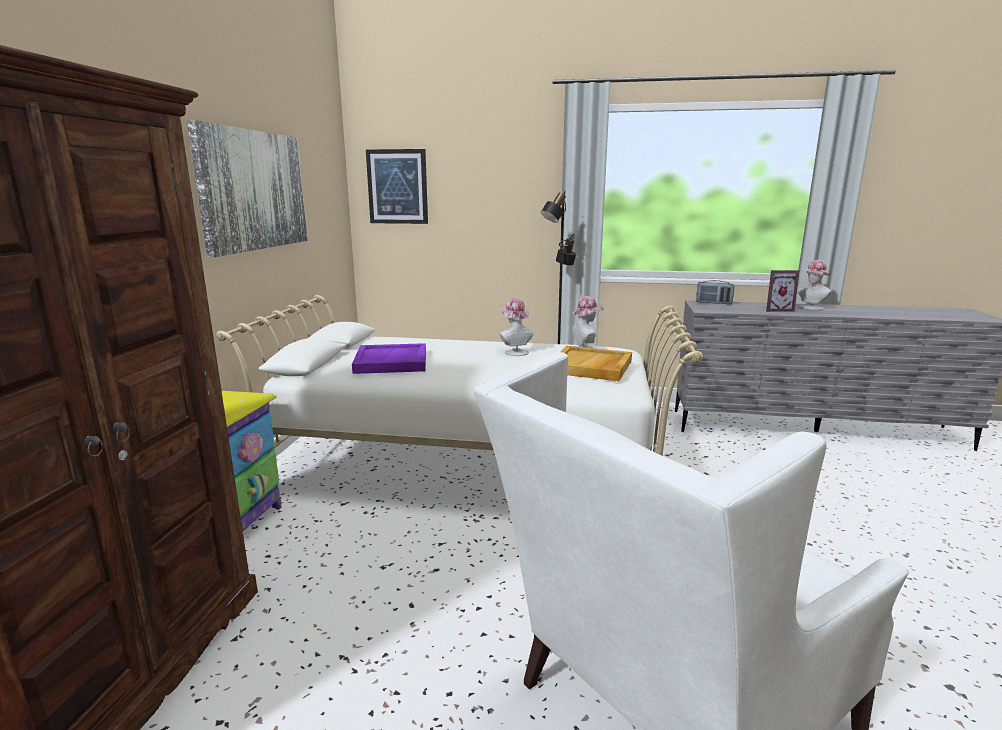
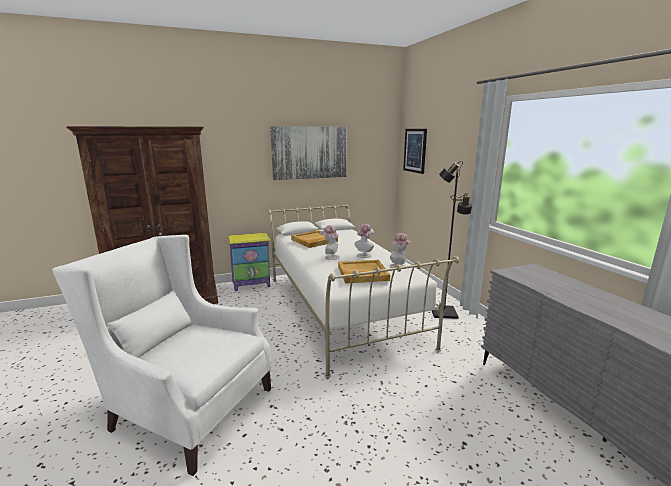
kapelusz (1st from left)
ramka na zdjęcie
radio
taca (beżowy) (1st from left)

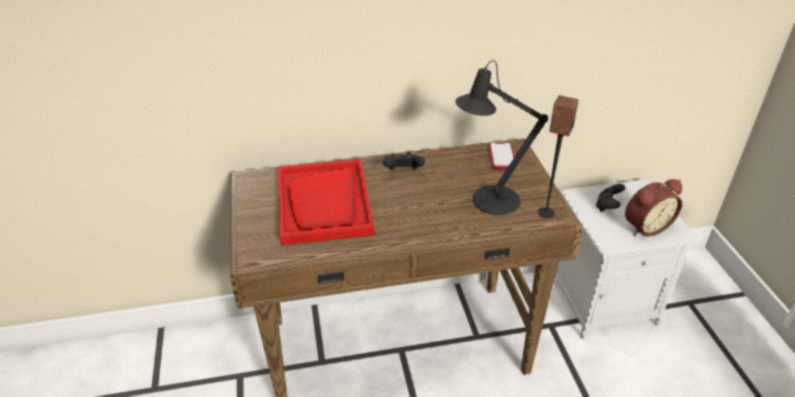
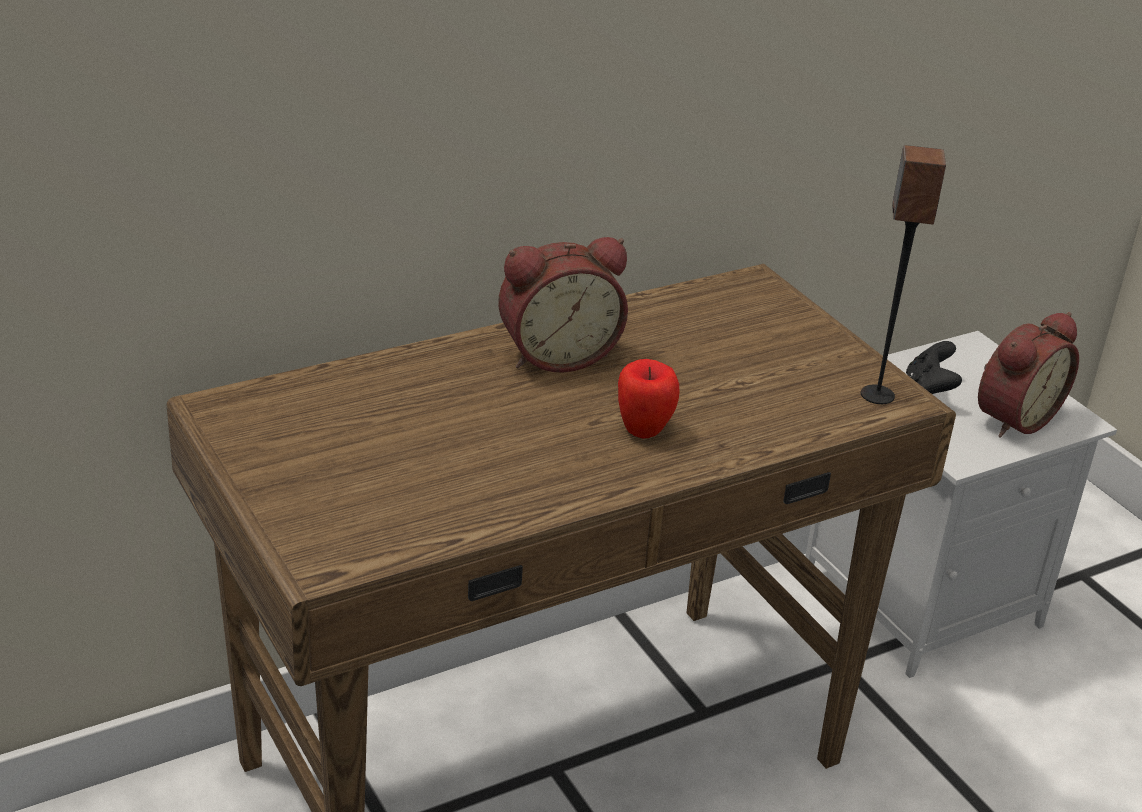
lampa stołowa (czarny)
telefon
budzik (1st from left)
taca (czerwony)
jabłko

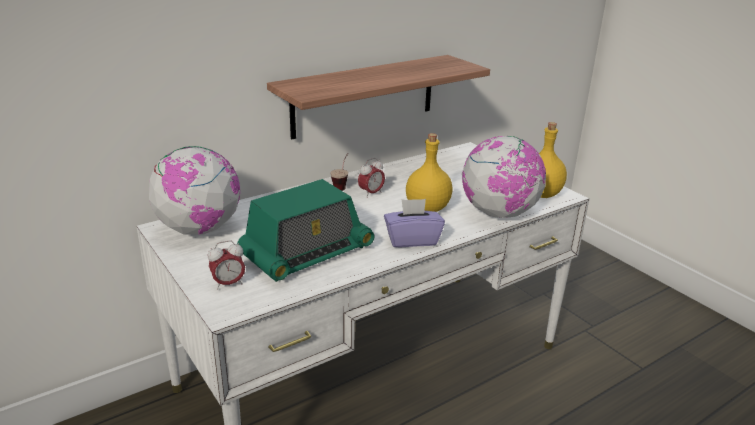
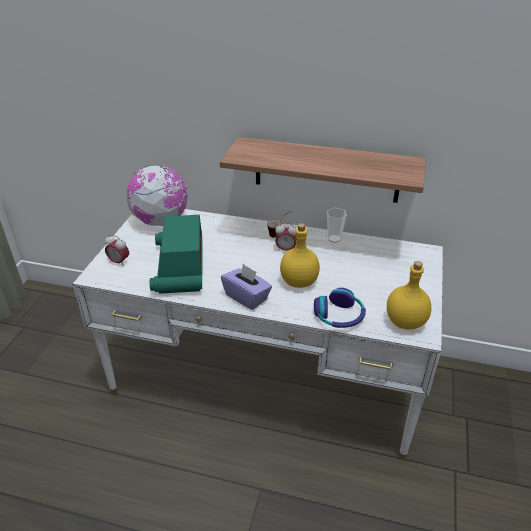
słuchawki
radio
filiżanka (2nd from left)

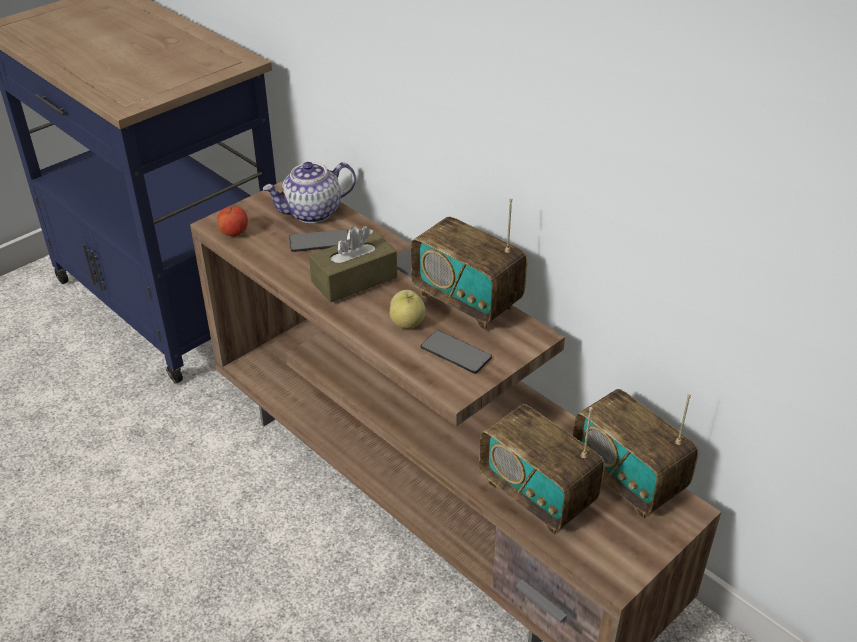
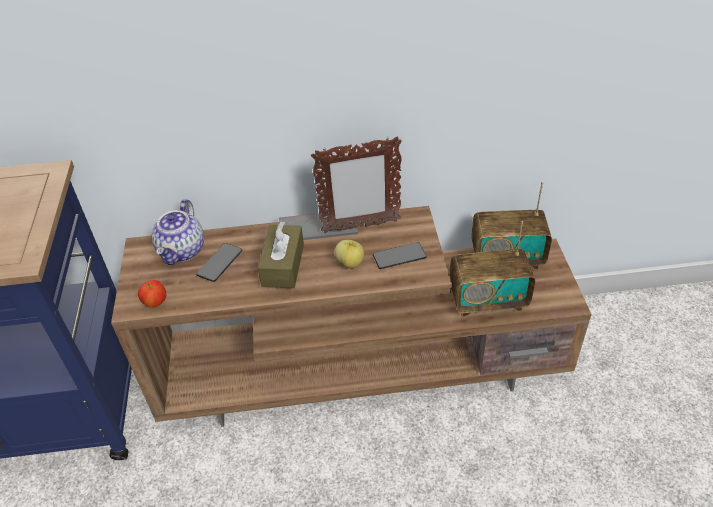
ramka na zdjęcie

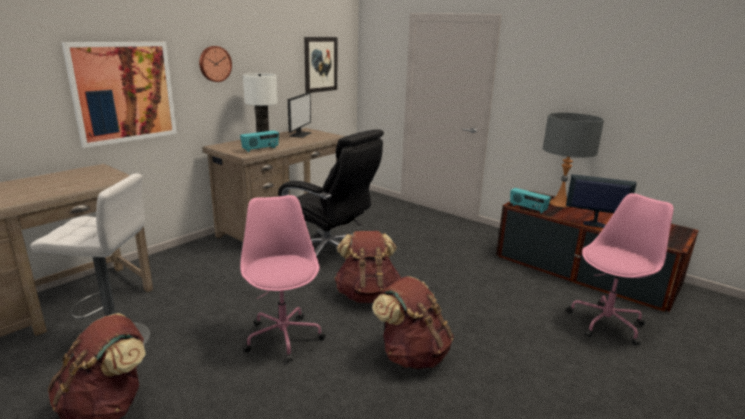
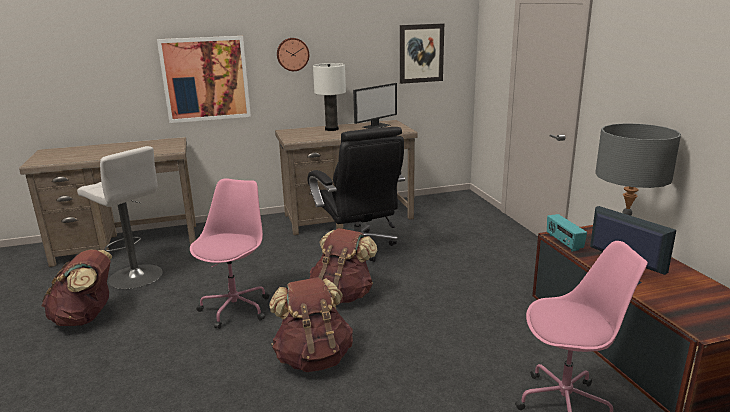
radio (1st from left in the first image)

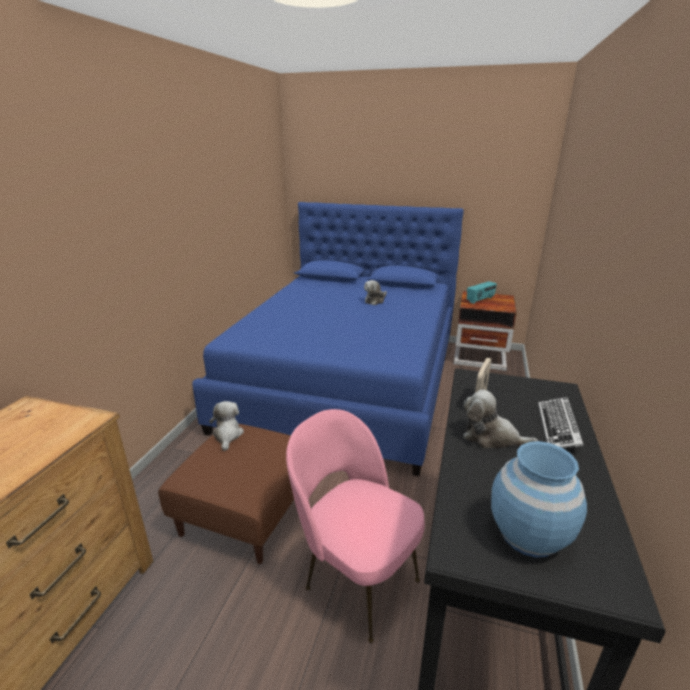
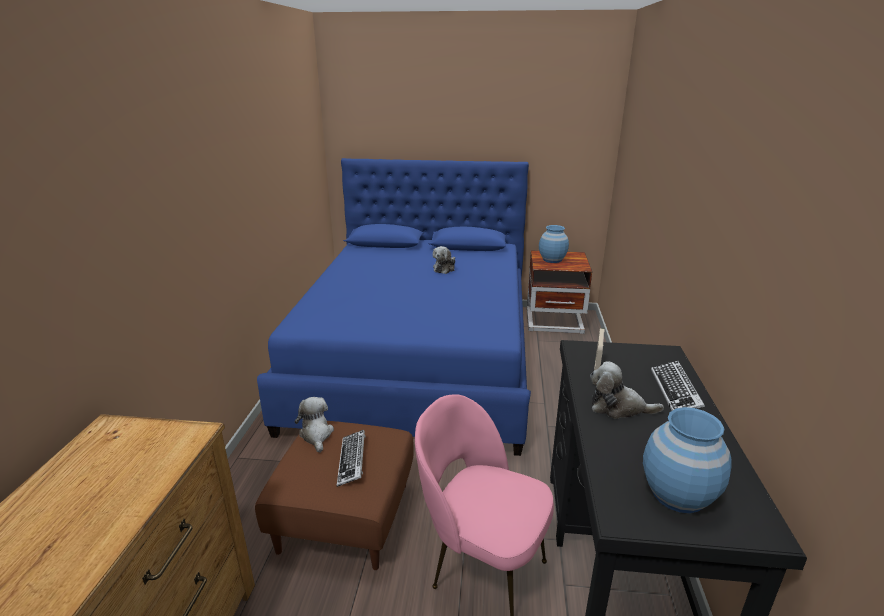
wazon (niebieski) (1st from left)
klawiatura (1st from left)

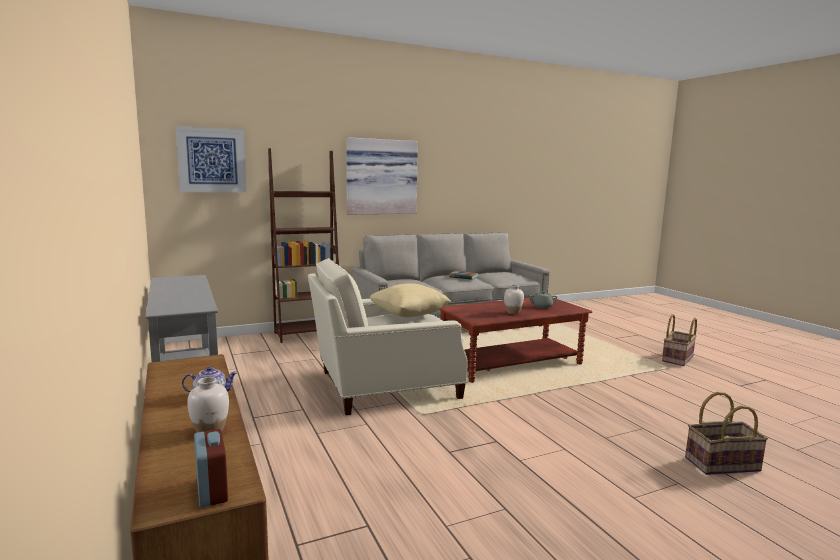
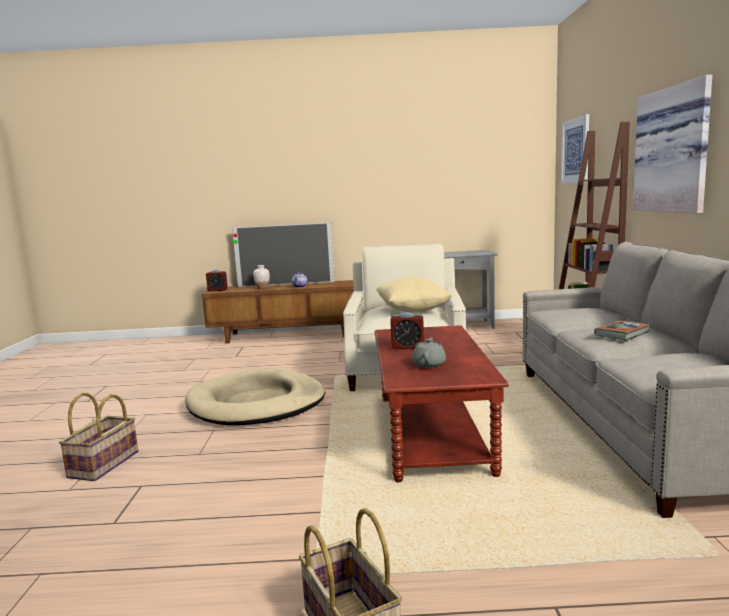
budzik (2nd from left)
telewizor
legowisko (beżowy)

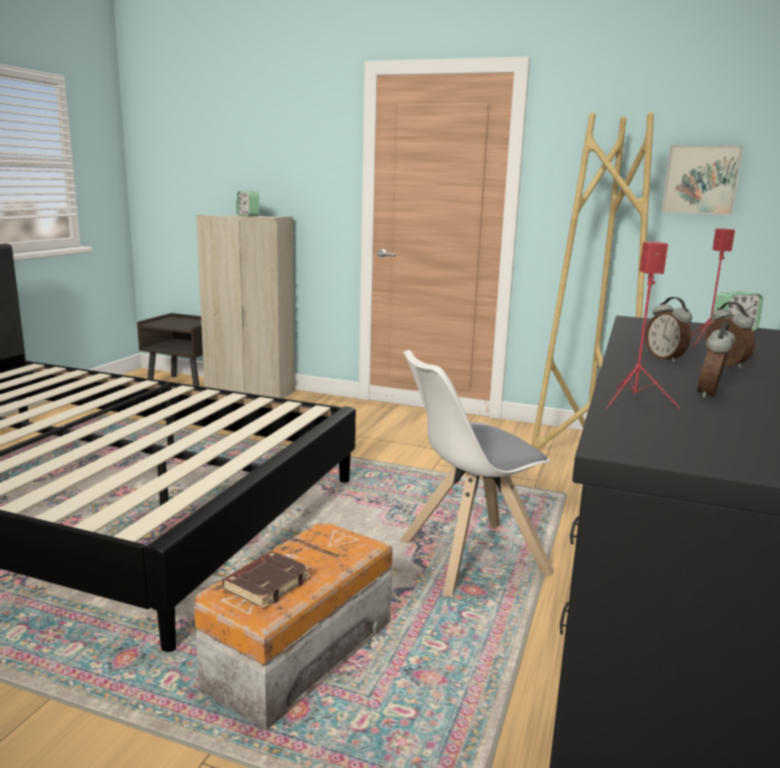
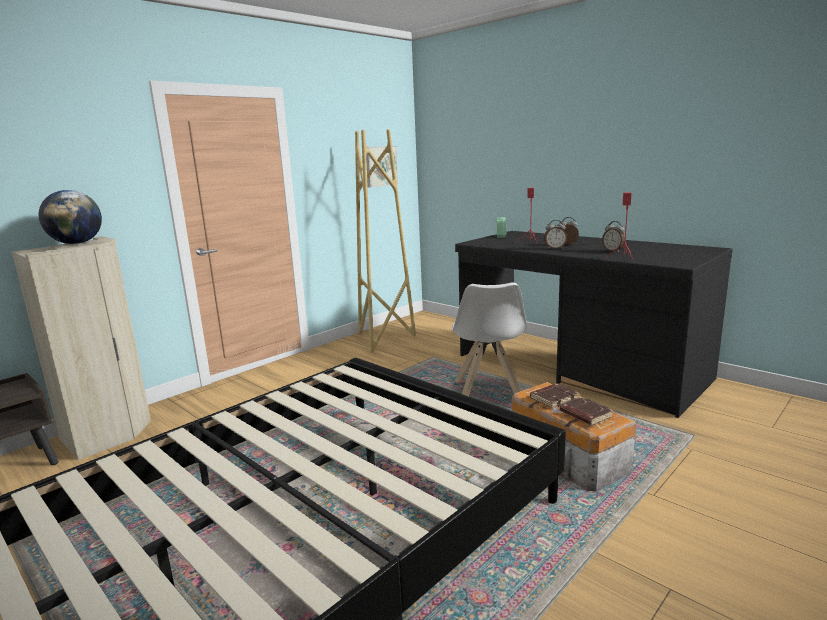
globus
książka (brązowy) (1st from left)

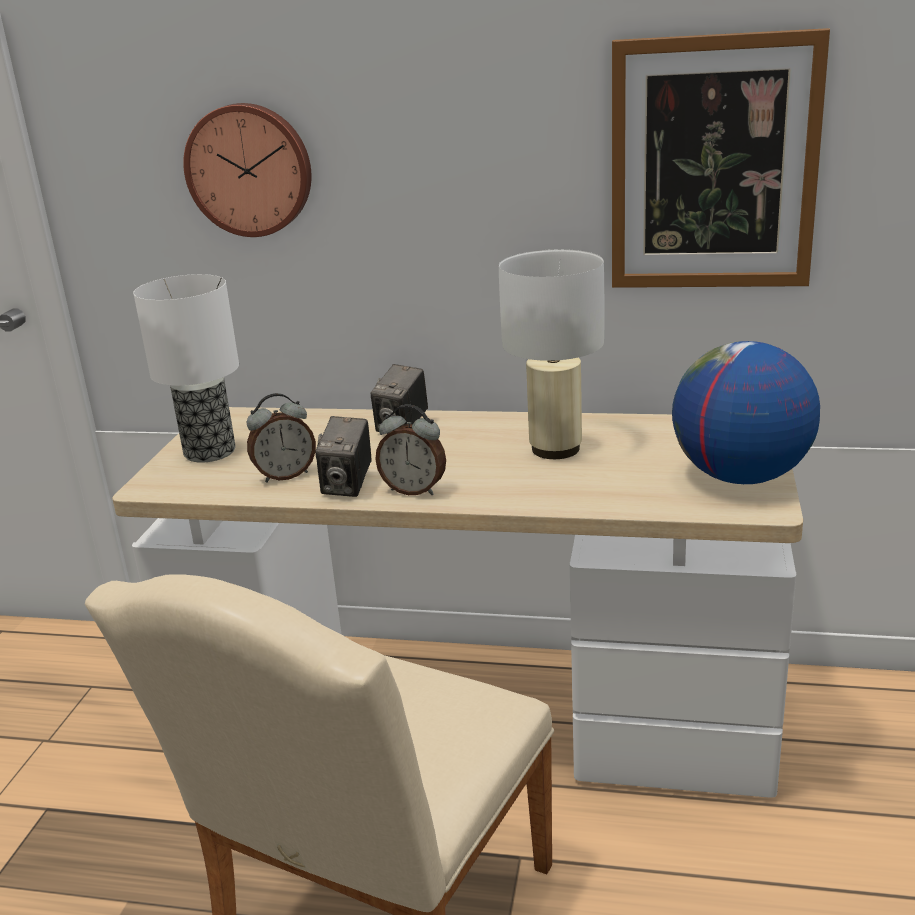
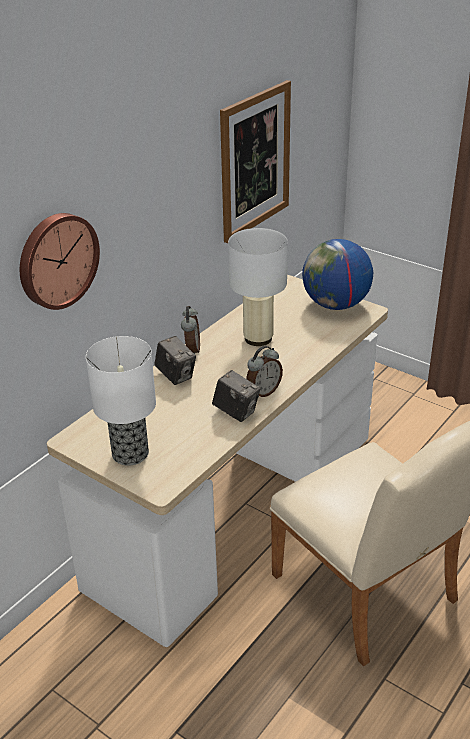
budzik (1st from left)

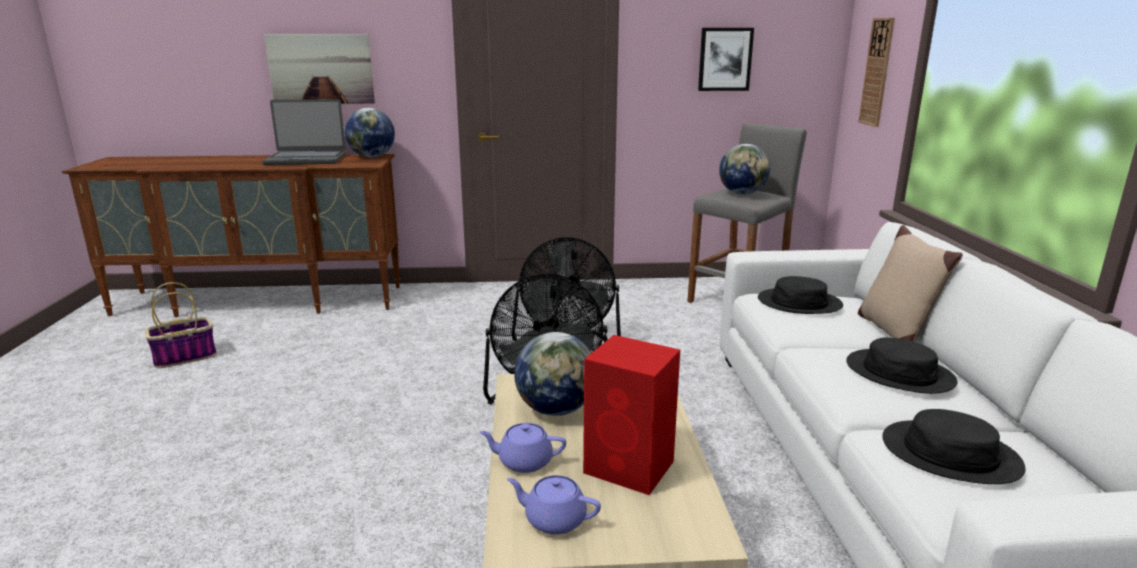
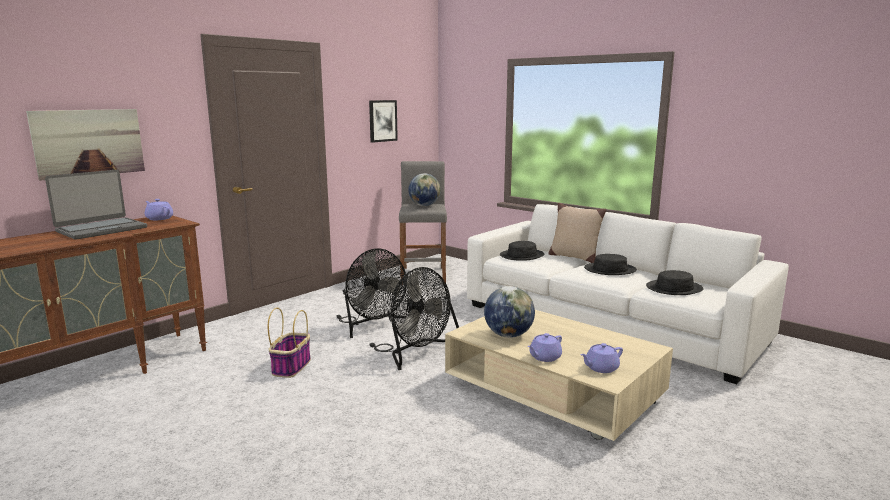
zegar ścienny
imbryk (fioletowy) (1st from left)
koszyk
głośnik (czerwony)

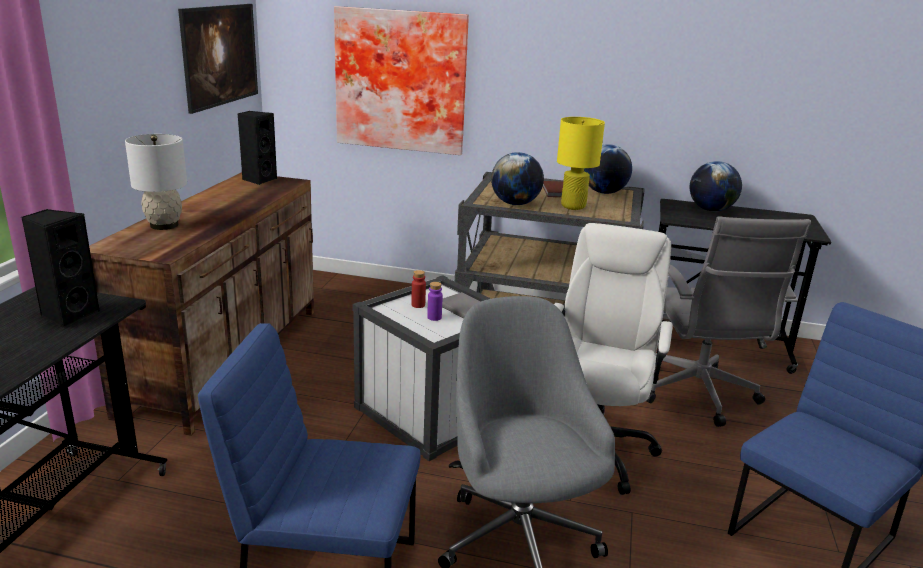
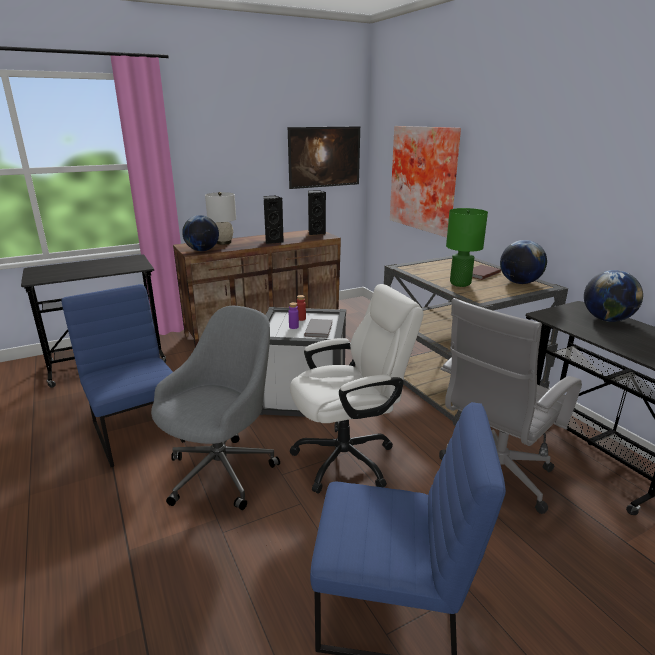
lampa stołowa (zielony)
globus (1st from left)
głośnik (czarny) (1st from left)

